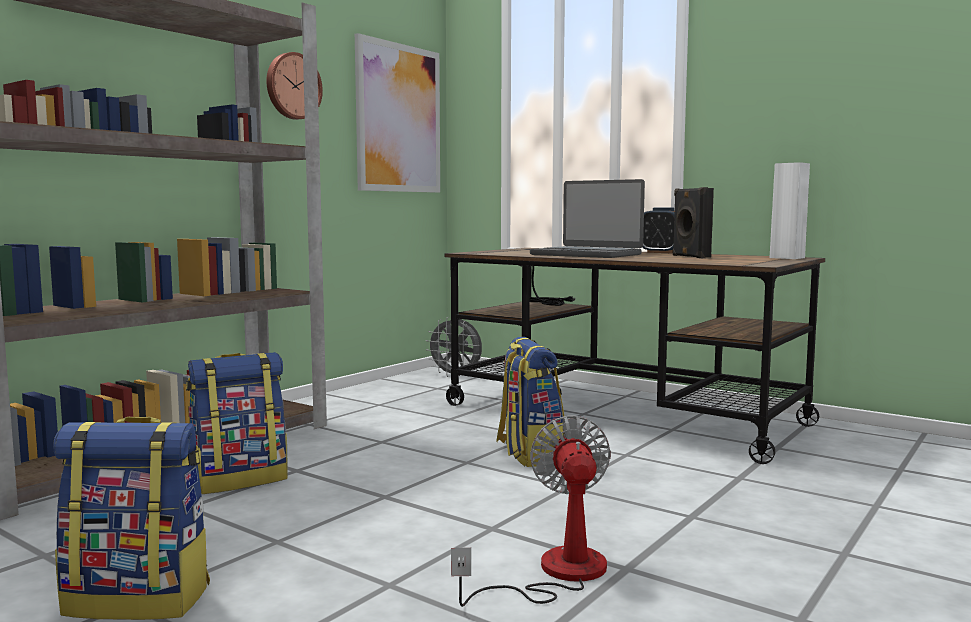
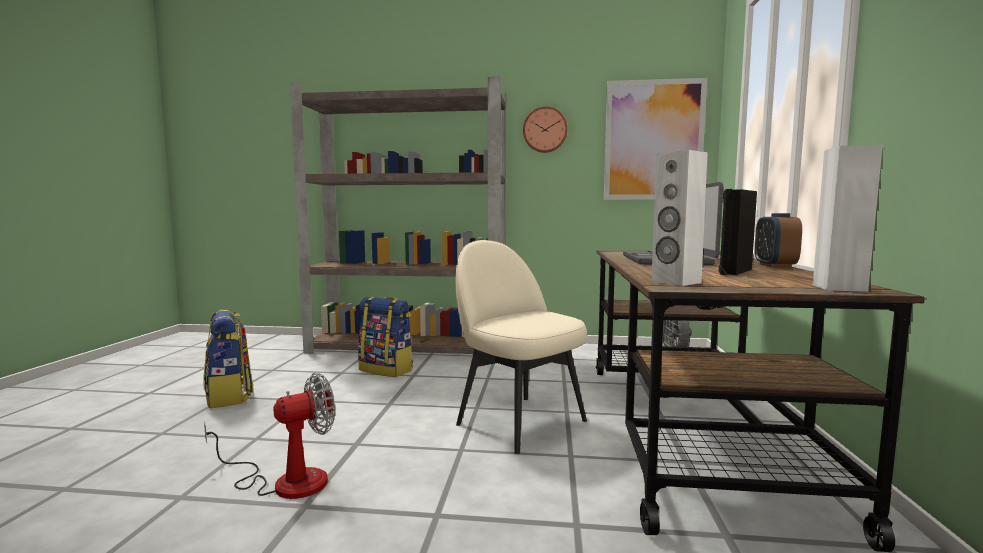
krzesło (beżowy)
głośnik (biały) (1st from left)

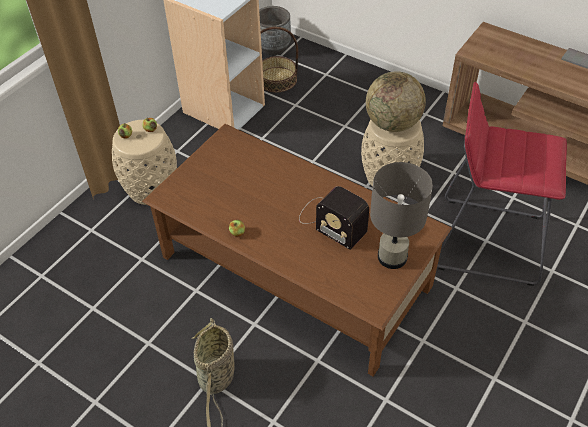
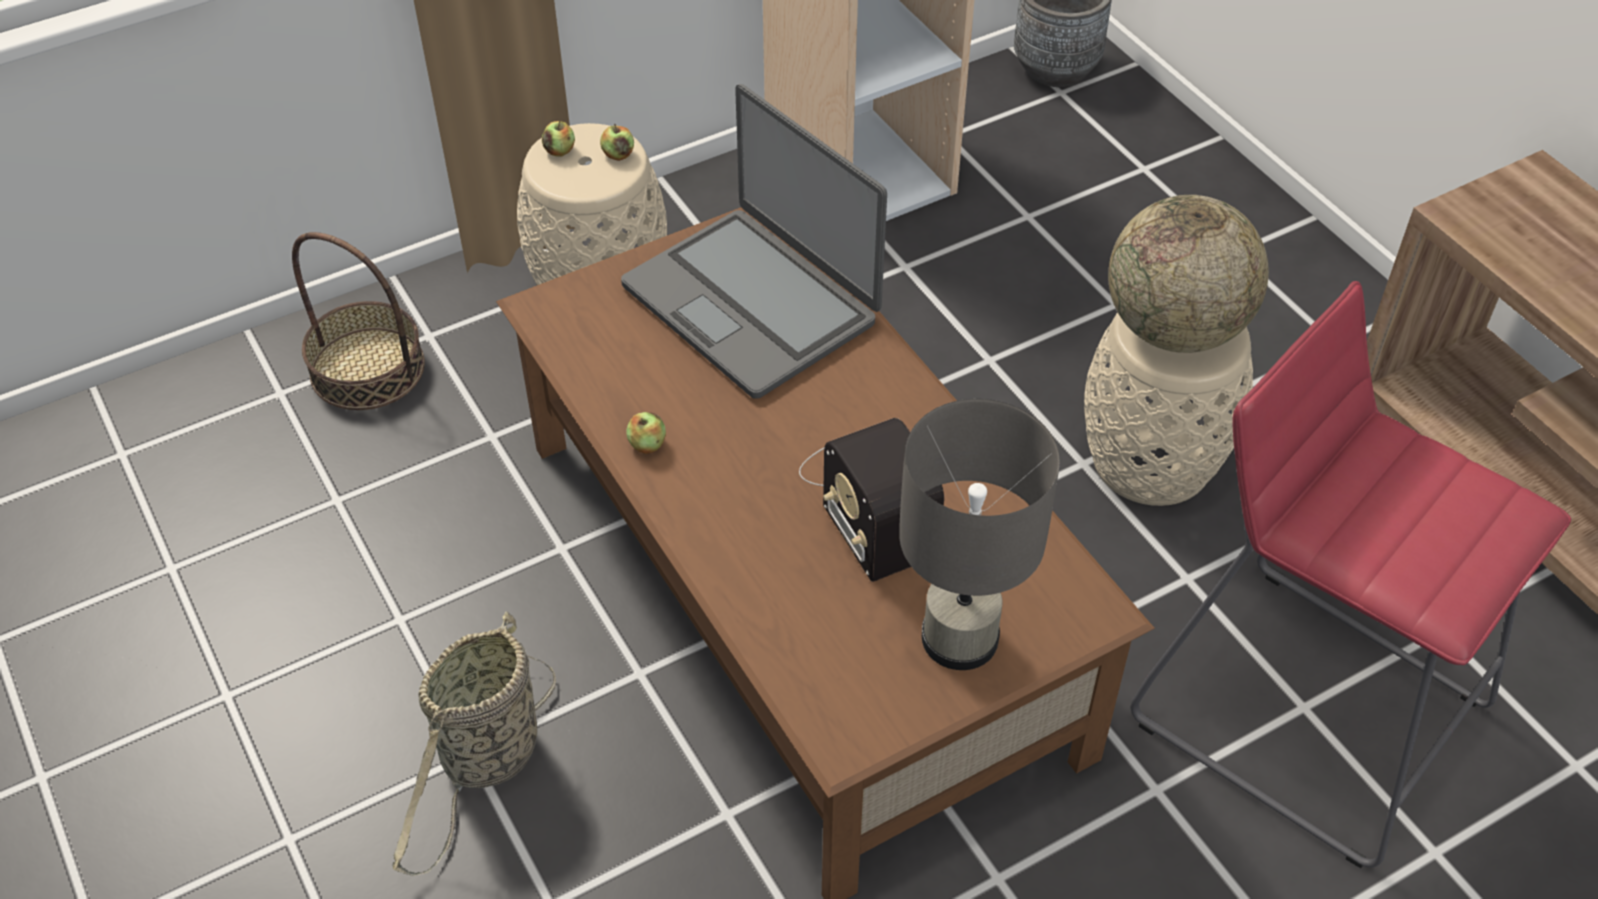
koszyk (1st from left)
laptop

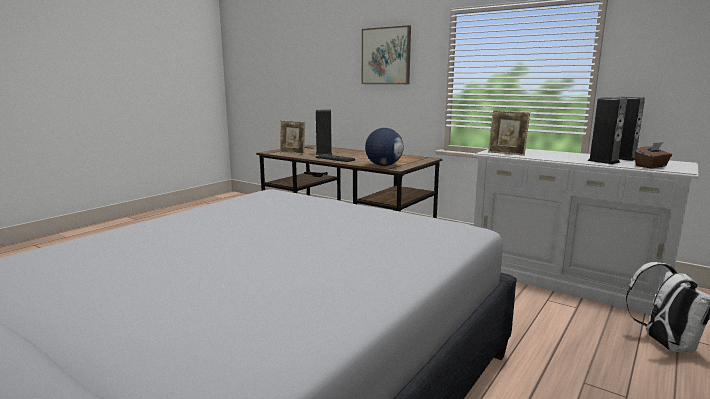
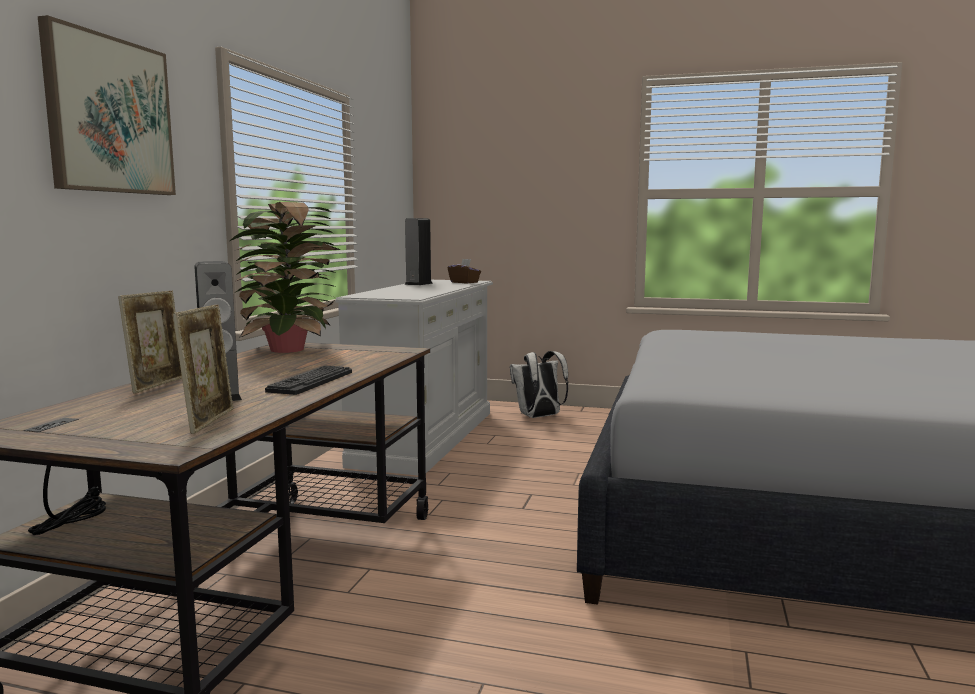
głośnik (2nd from left in the first image)
ramka na zdjęcie (1st from left)
globus
roślina doniczkowa

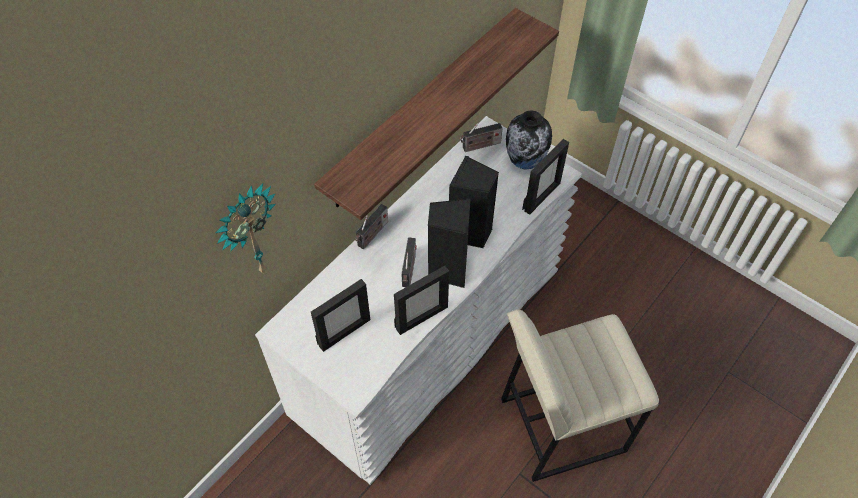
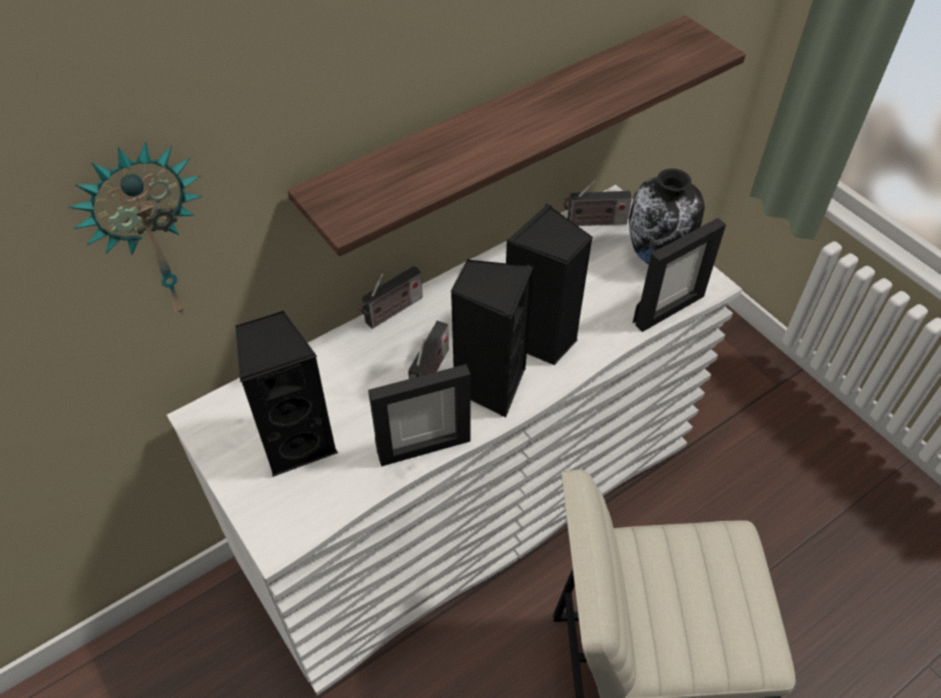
głośnik (czarny) (1st from left)

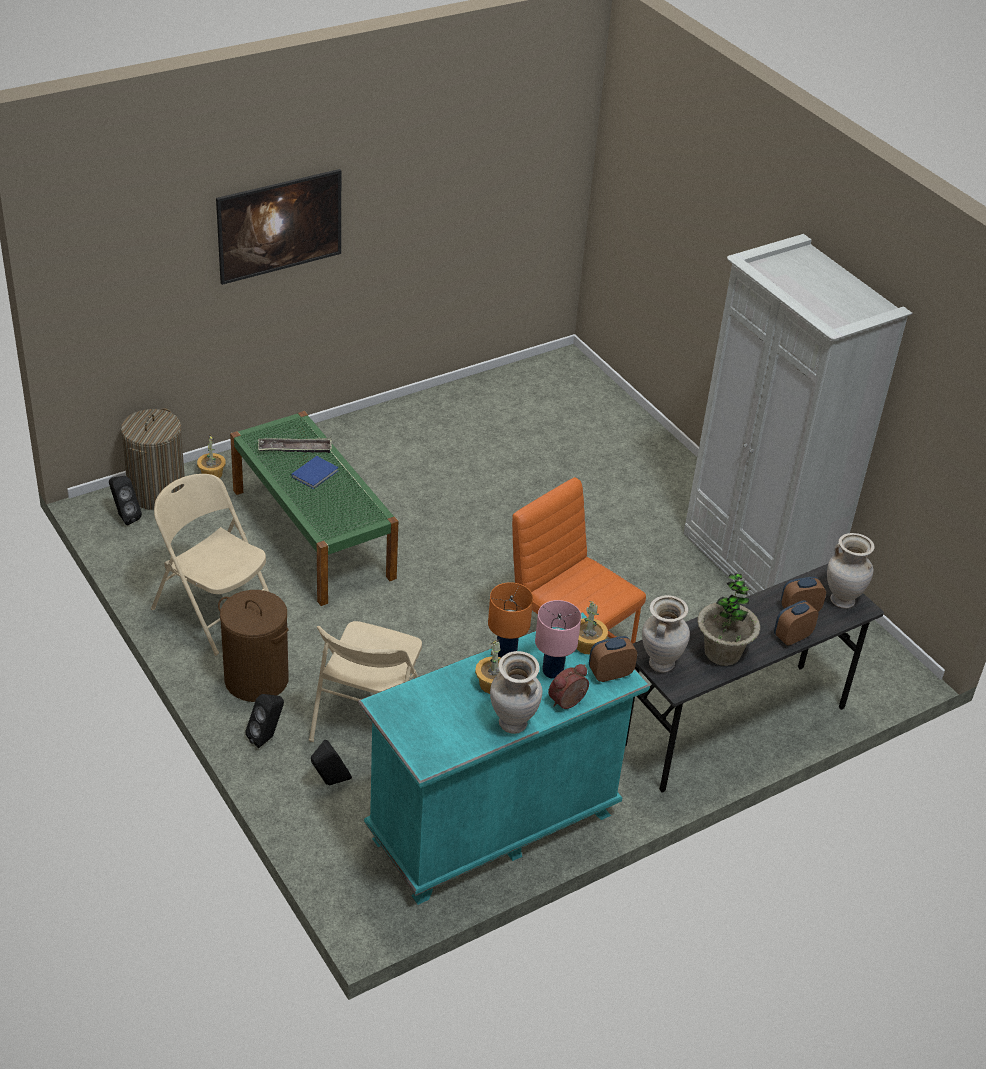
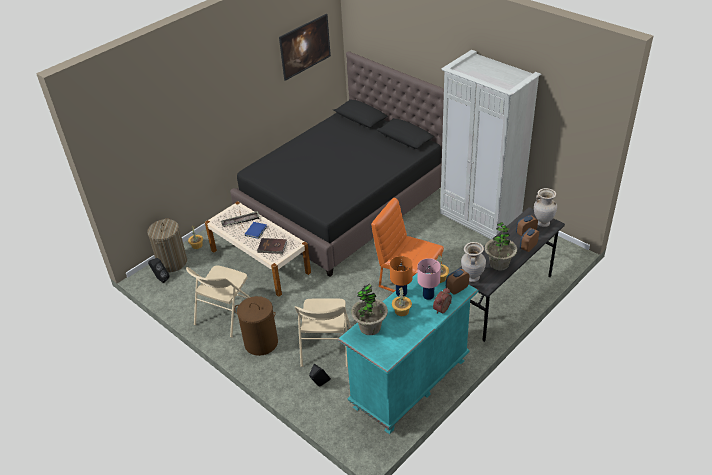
obraz
ławka (beżowy)
krzesło (beżowy) (1st from left)
wazon (beżowy) (1st from left in the first image)
głośnik (czarny) (2nd from left in the first image)
łóżko (czarny)
książka (brązowy)
roślina doniczkowa (2nd from left)

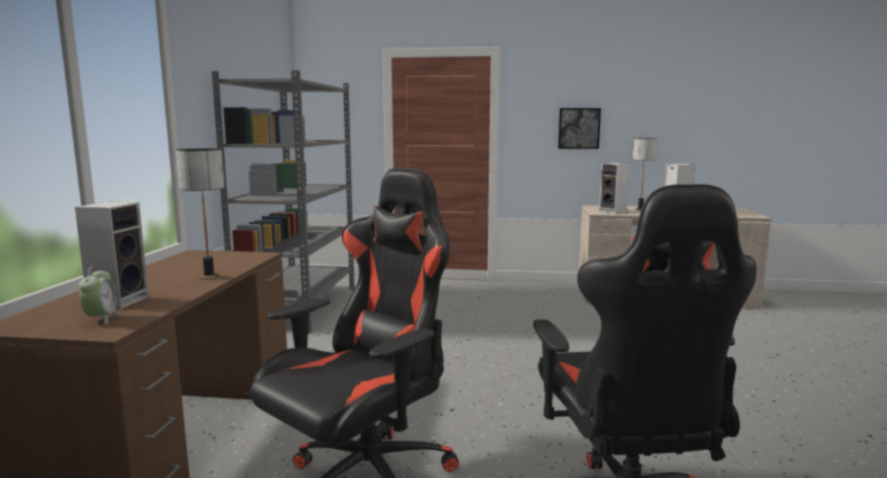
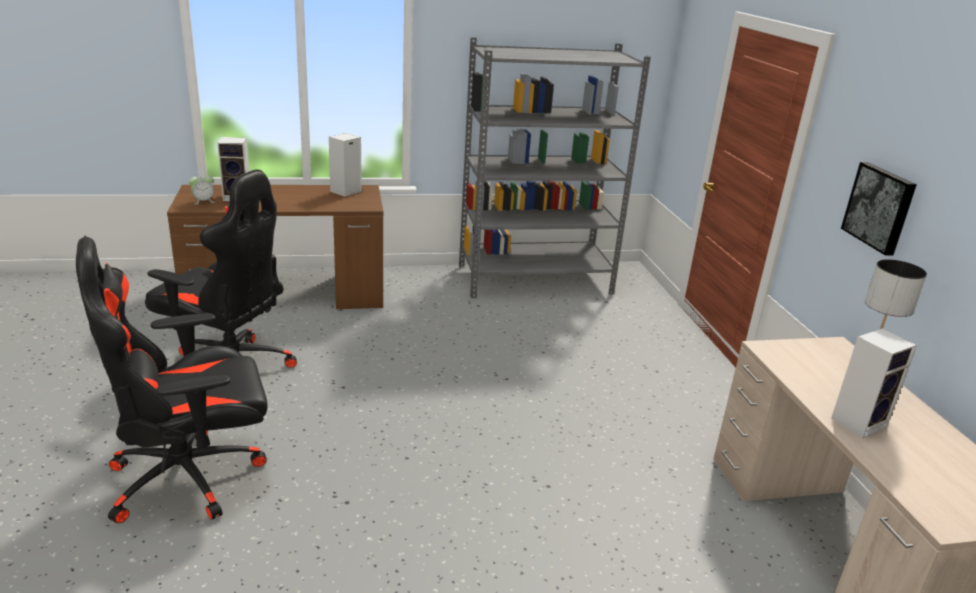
lampa stołowa (1st from left in the first image)
głośnik (2nd from left)

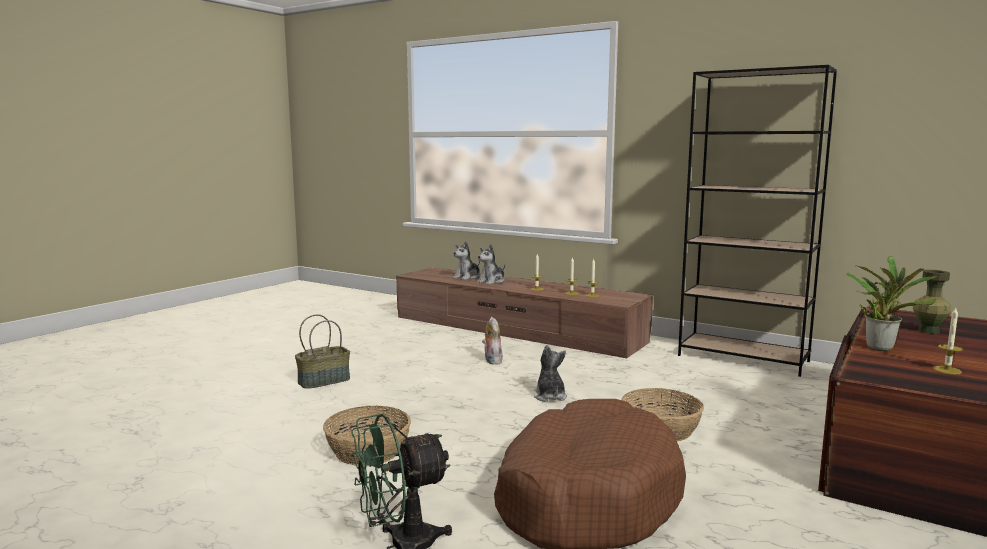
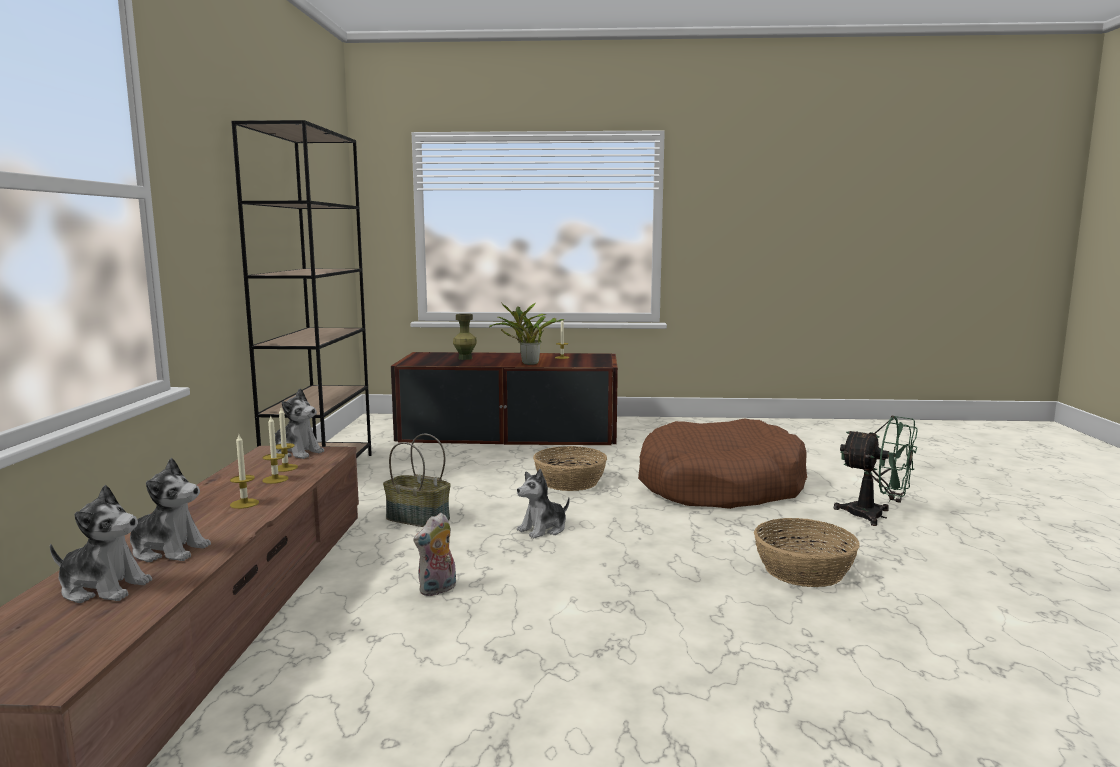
koszyk (1st from left)
pluszak (3rd from left)

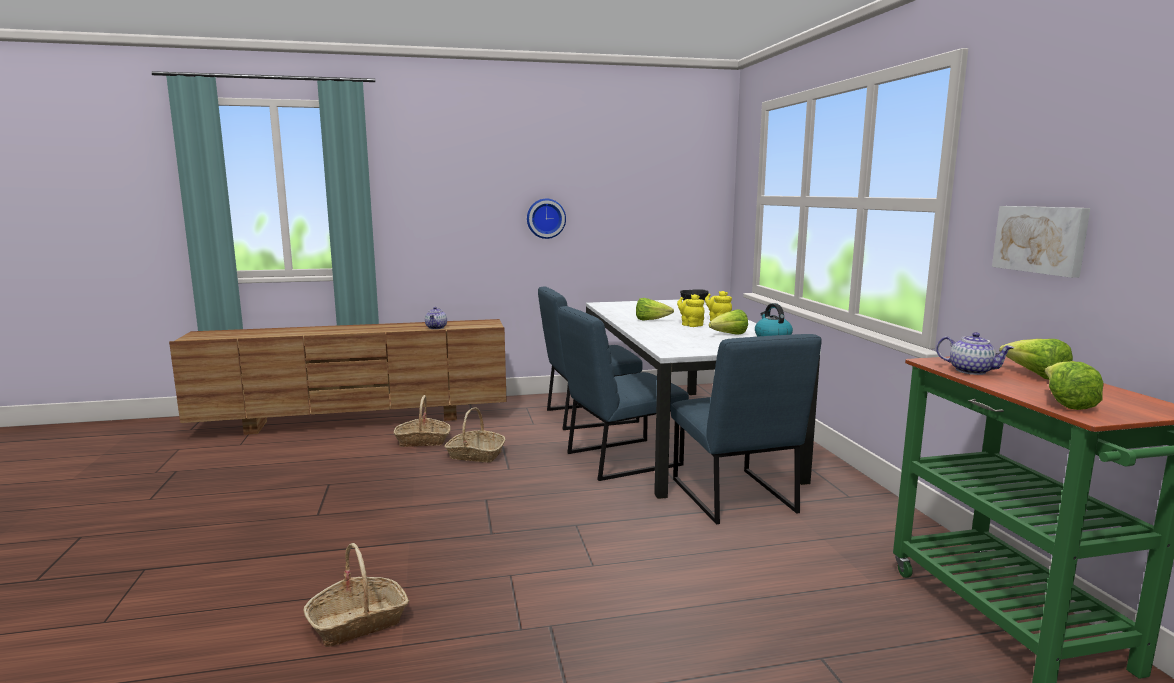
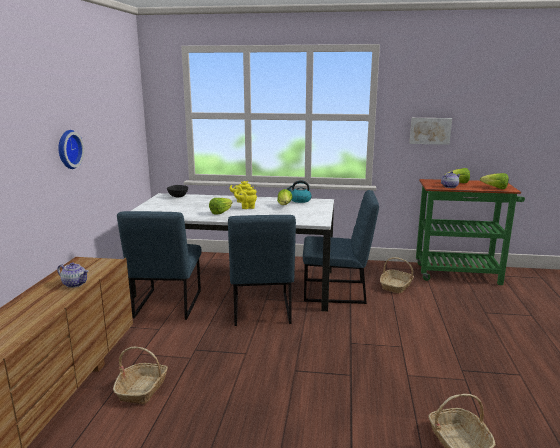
koszyk (2nd from left)

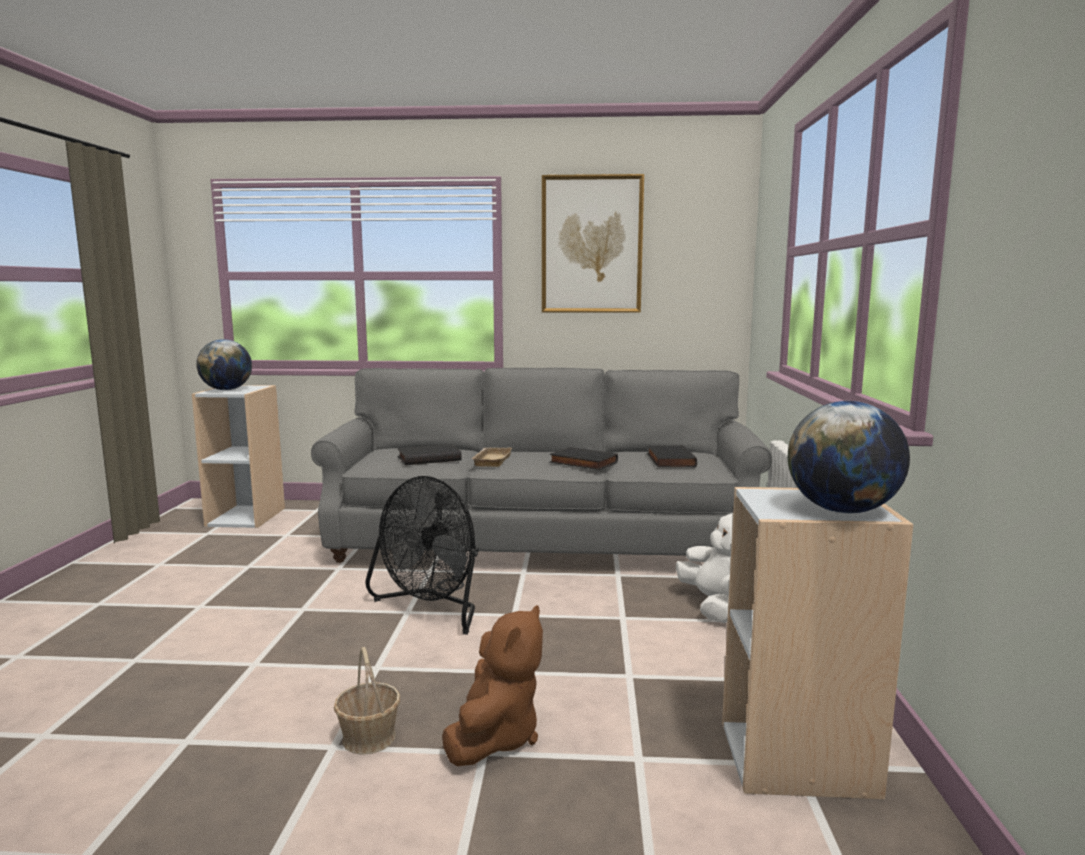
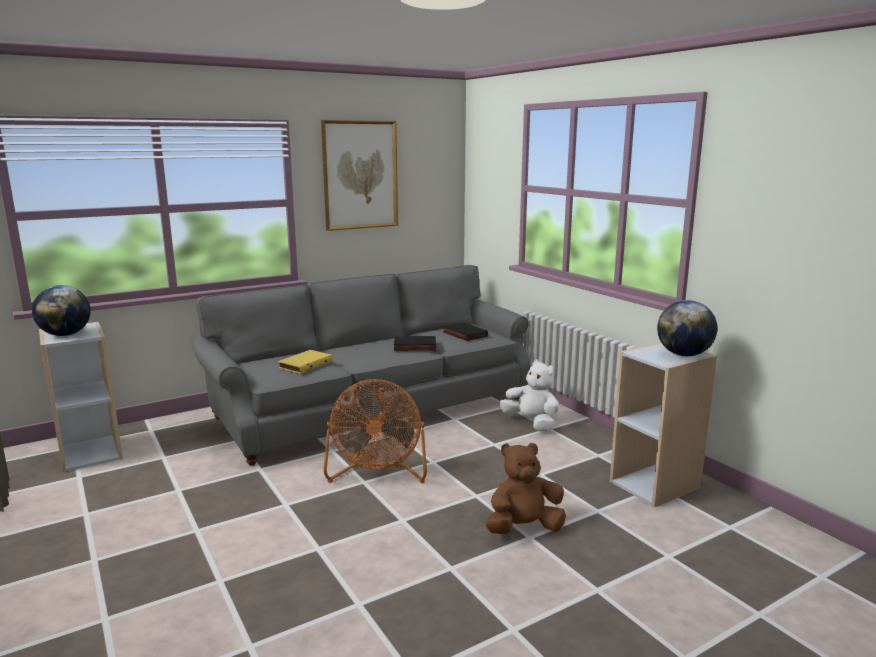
książka (żółty)
taca (beżowy)
wentylator (pomarańczowy)
pluszak (brązowy)
koszyk

